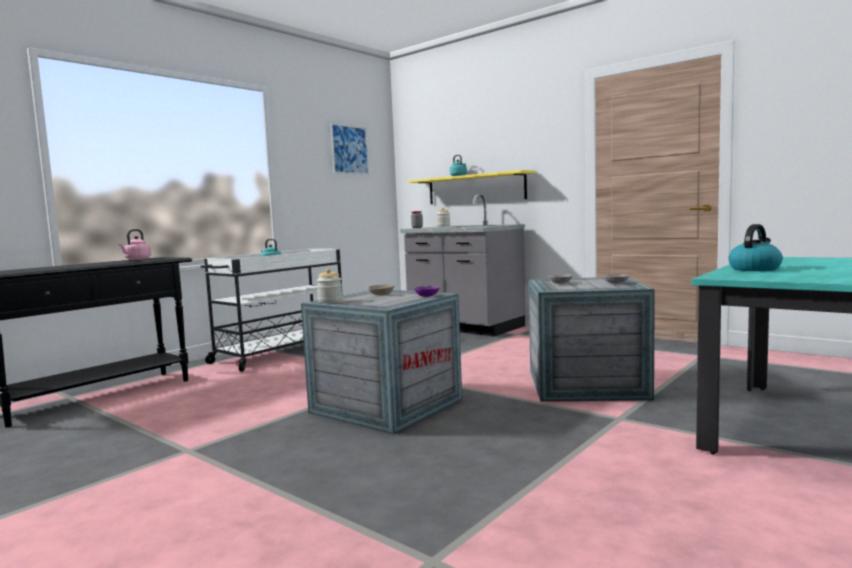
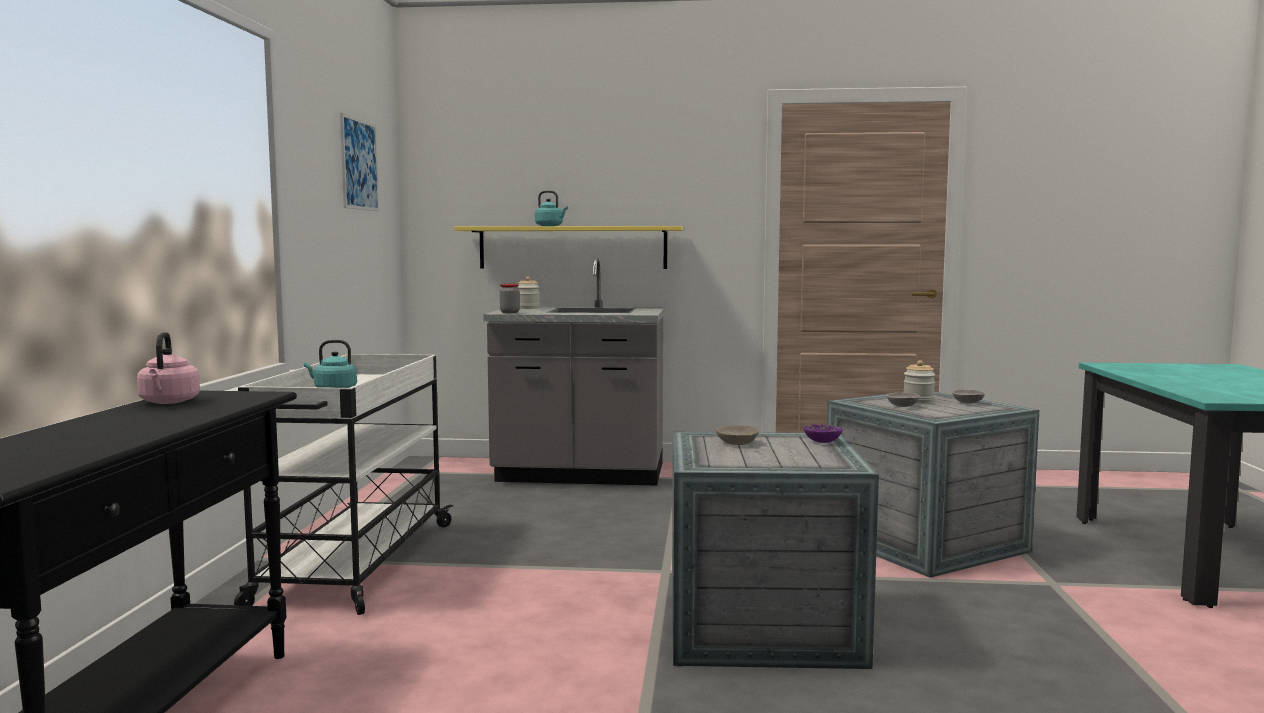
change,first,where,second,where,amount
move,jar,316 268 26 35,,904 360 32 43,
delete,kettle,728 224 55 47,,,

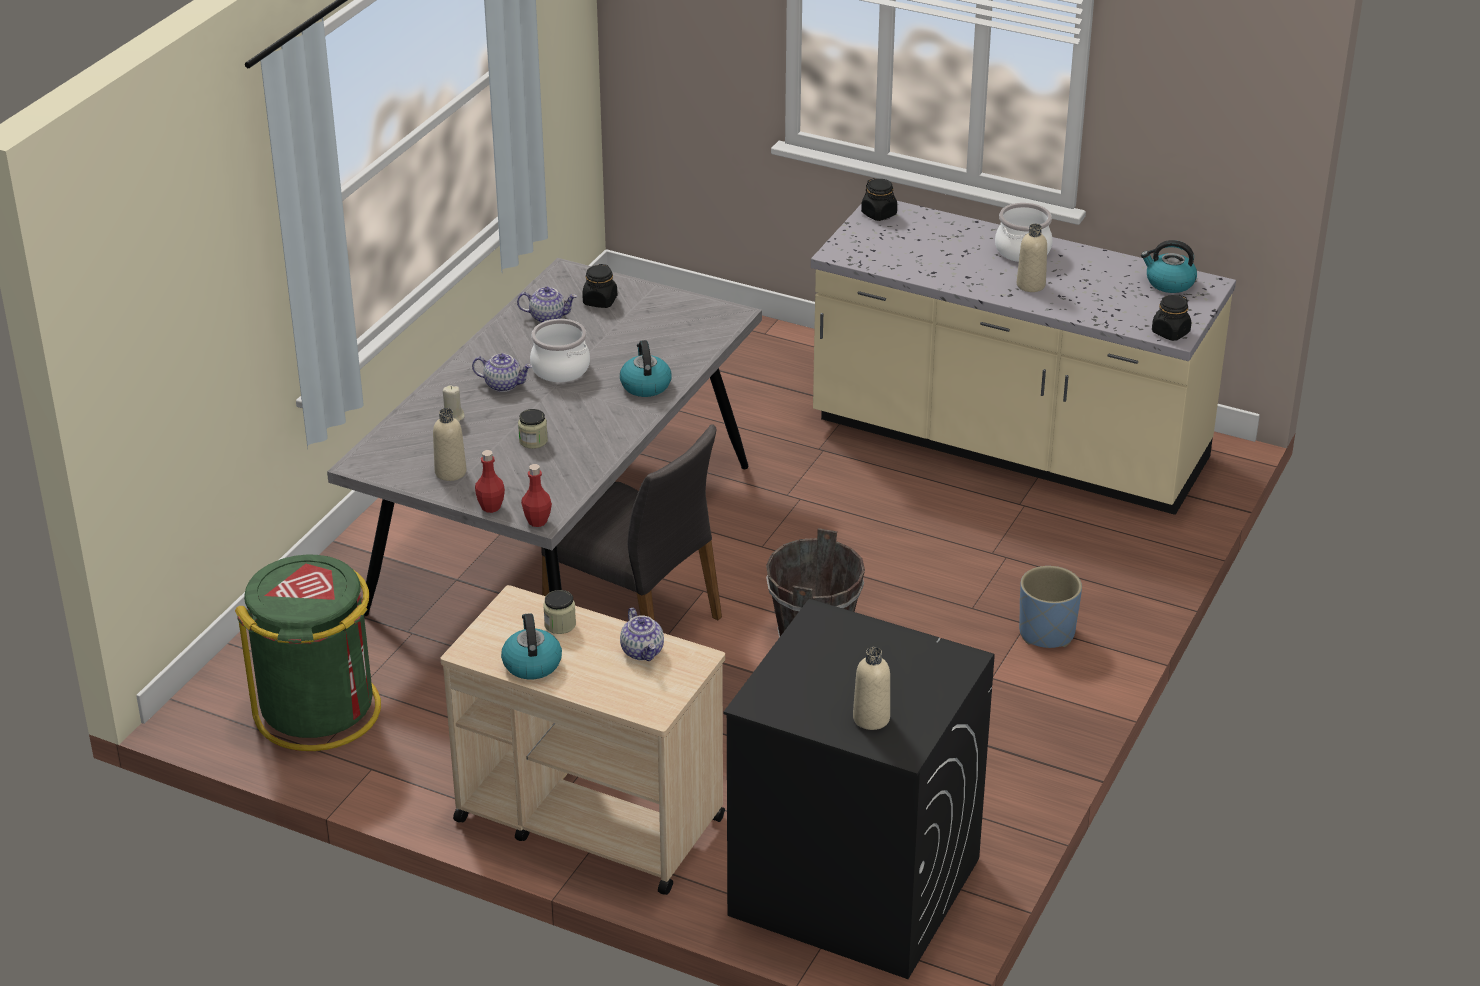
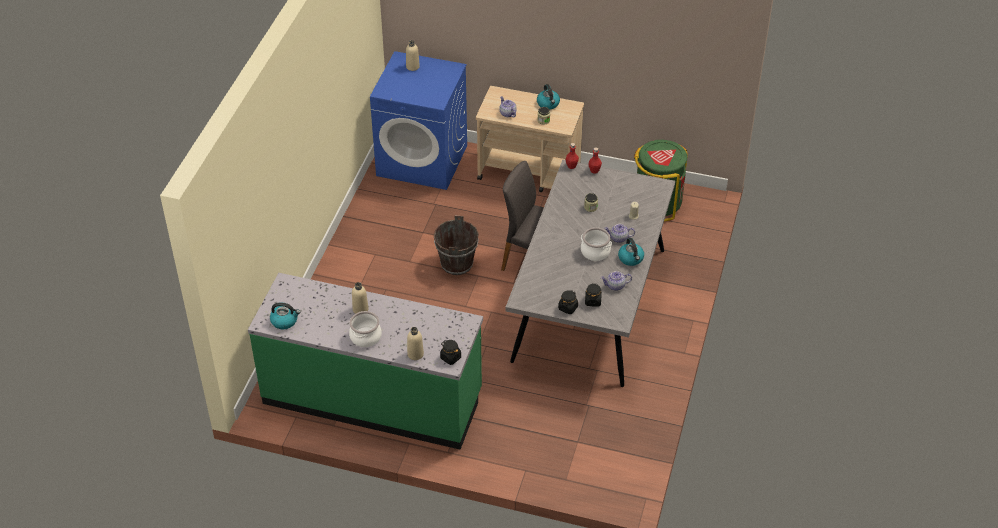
change,first,where,second,where,amount
move,bottle (beige),433 408 33 73,,407 327 17 33,
move,kettle,620 340 52 57,,618 238 26 28,
recolor,washing machine (black),724 599 271 380,washing machine (blue),370 51 97 139,
recolor,counter (beige),811 201 425 314,counter (green),248 273 235 177,
delete,planter (blue),1019 566 63 82,,,
move,jar (black),1152 295 40 46,,558 290 20 24,

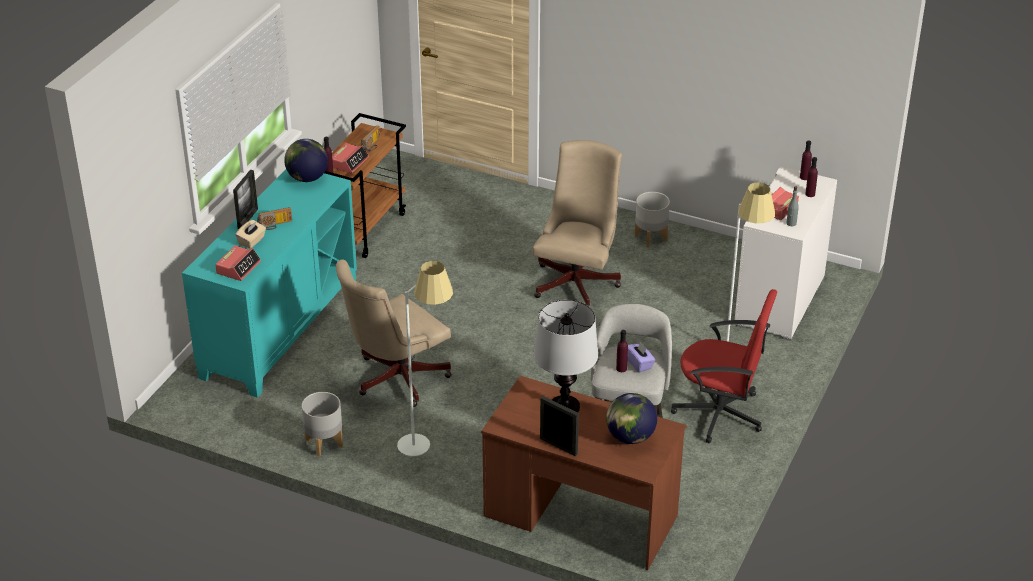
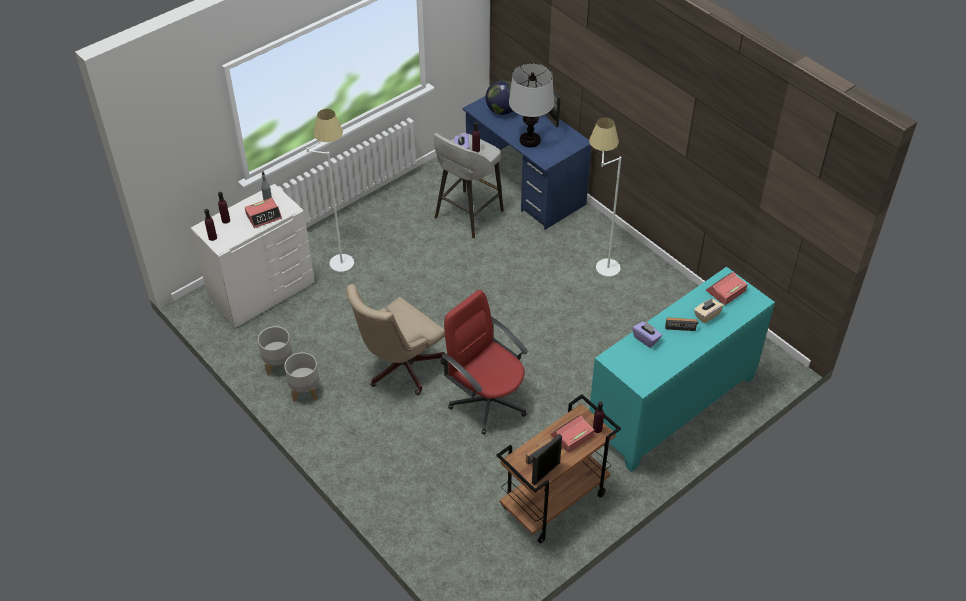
change,first,where,second,where,amount
move,picture frame,233 170 25 59,,532 434 30 52,
delete,globe,284 139 44 43,,,
move,planter (grey),302 392 41 65,,258 326 34 49,
delete,office chair (beige),336 259 116 148,,,
recolor,desk (brown),481 376 206 194,desk (blue),463 96 128 134,
move,office chair (red),671 289 106 154,,442 290 86 145,
insert,,,tissue box (purple),632 321 30 27,

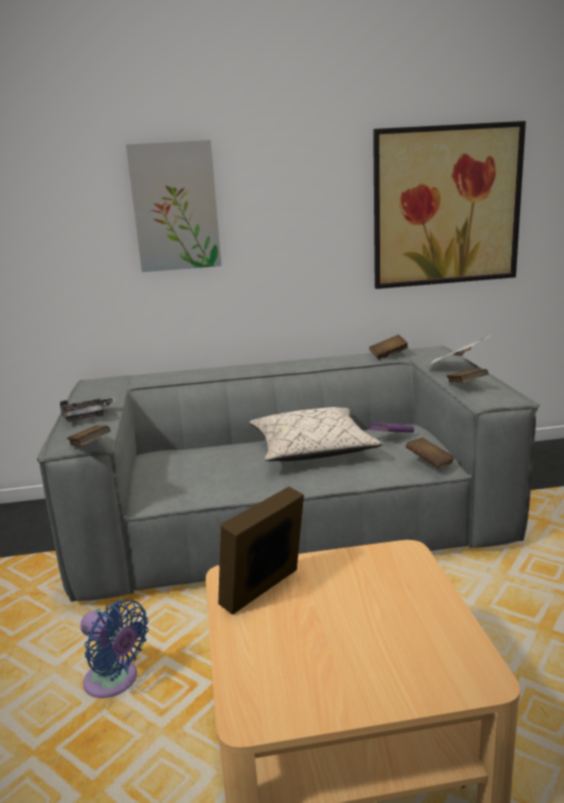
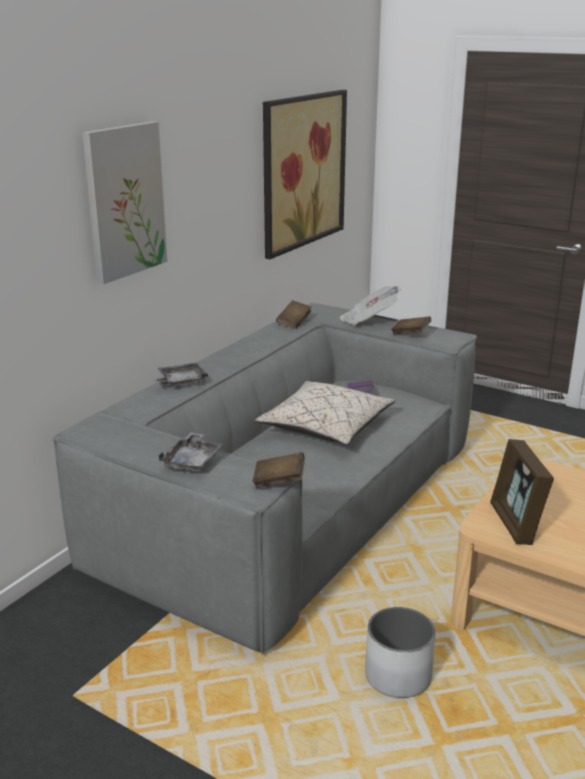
change,first,where,second,where,amount
replace,fan (blue),80 599 69 99,planter (white),365 607 70 91,
delete,book (brown),406 437 49 32,,,
insert,,,tray (grey),153 363 55 24,

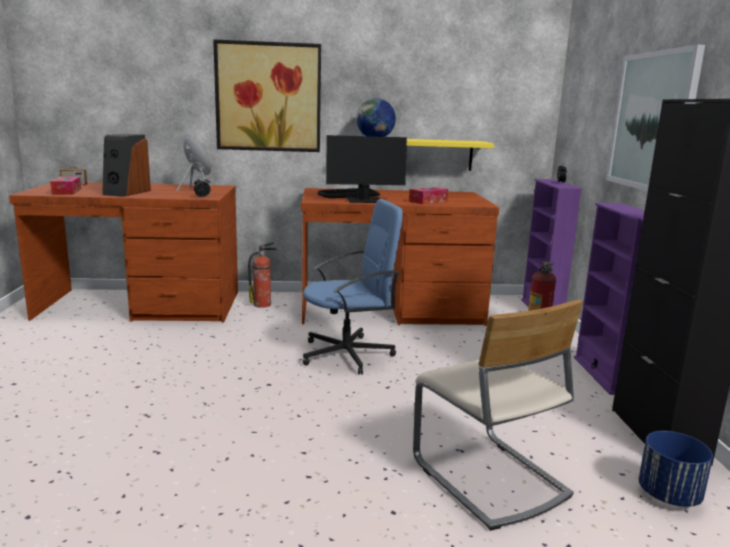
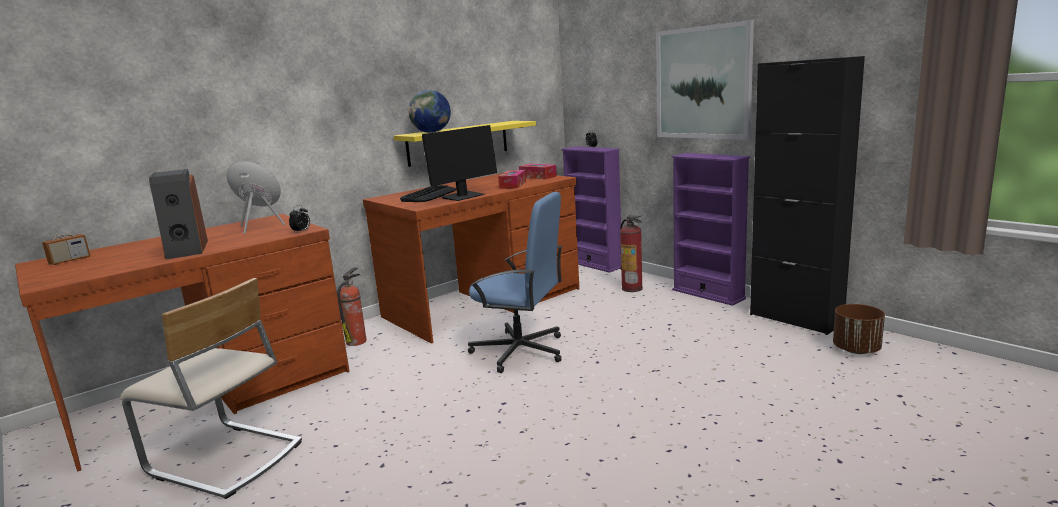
change,first,where,second,where,amount
move,tissue box,50 177 31 18,,519 164 38 15,
delete,picture,213 39 108 113,,,
rotate,office chair (blue),303 199 100 176,,468 192 95 181,75 degrees clockwise
move,chair (beige),413 299 170 232,,120 278 182 221,
recolor,planter (blue),639 431 74 76,planter (brown),833 304 52 50,

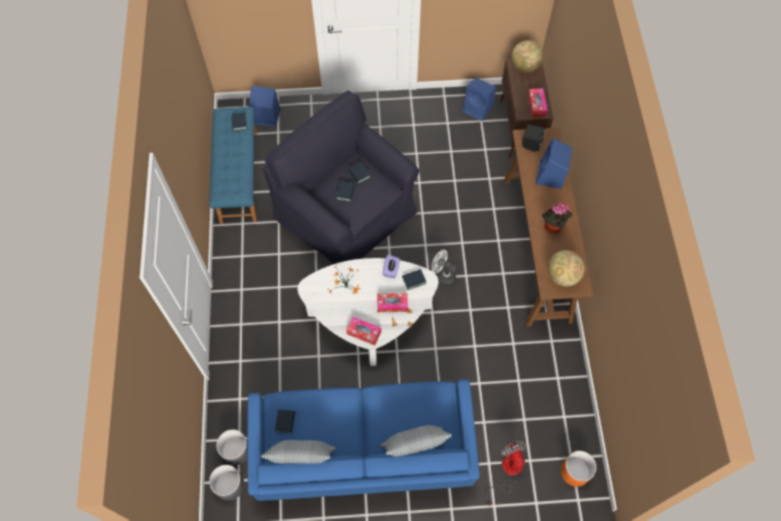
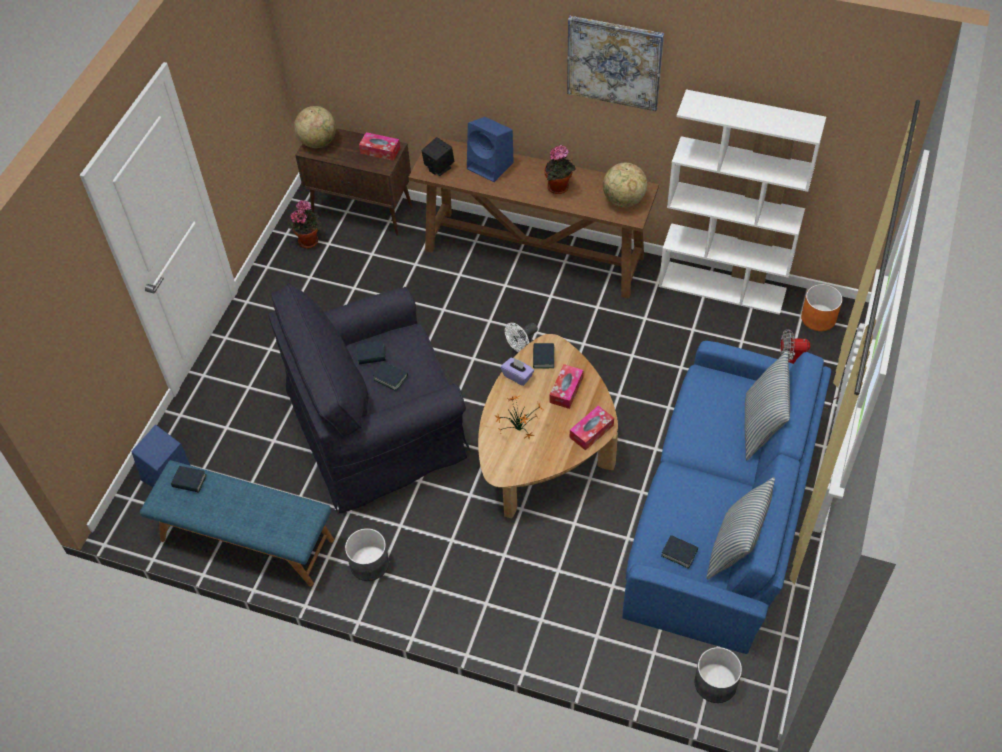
change,first,where,second,where,amount
move,planter (grey),216 429 32 36,,345 528 44 53,
recolor,coffee table (white),298 258 140 108,coffee table (brown),478 334 140 184,
replace,speaker (blue),462 78 34 44,potted plant,287 200 35 49,
insert,,,picture,567 16 97 95,
insert,,,bookcase (white),659 90 167 225,

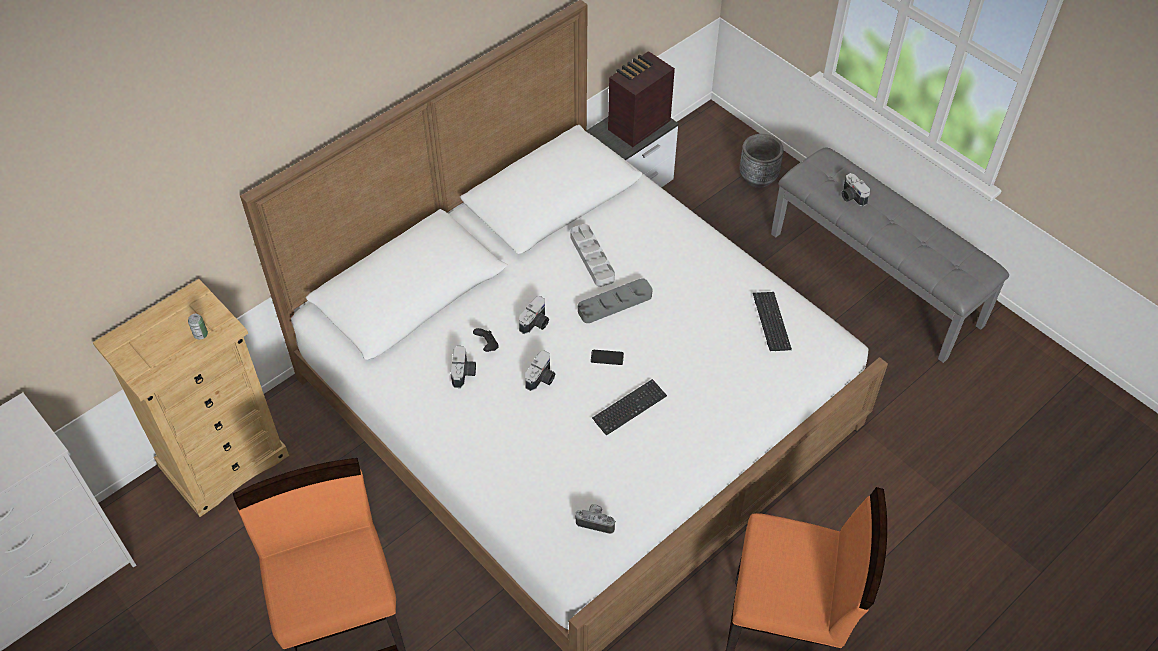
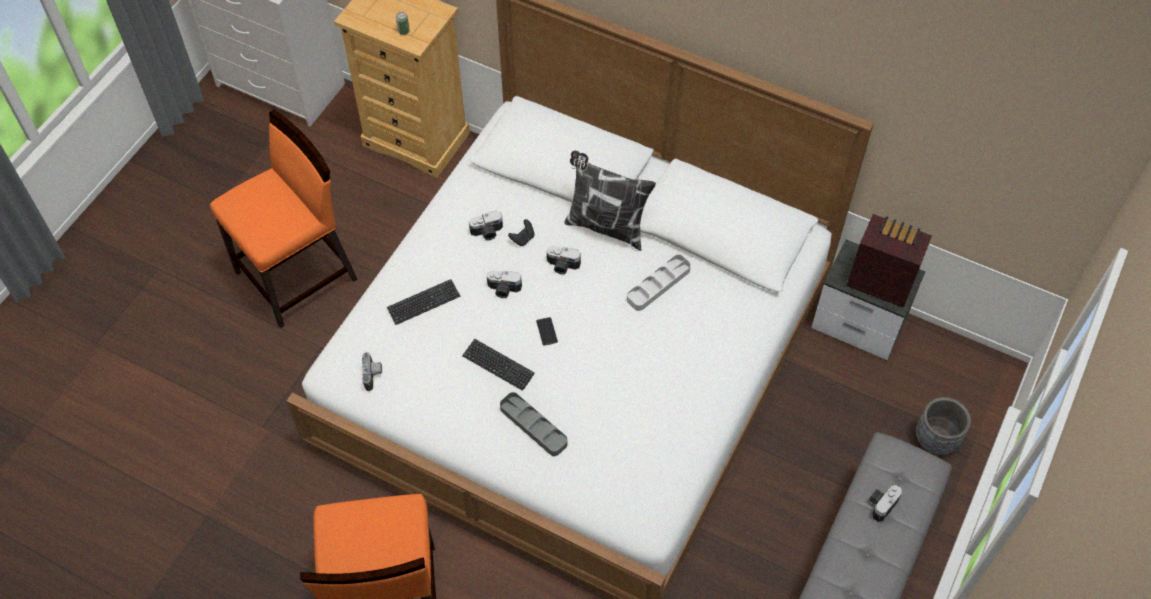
change,first,where,second,where,amount
move,tray (grey),578 278 74 45,,500 392 68 64,
move,keyboard,753 292 39 59,,387 279 73 46,
insert,,,pillow,564 151 92 100,

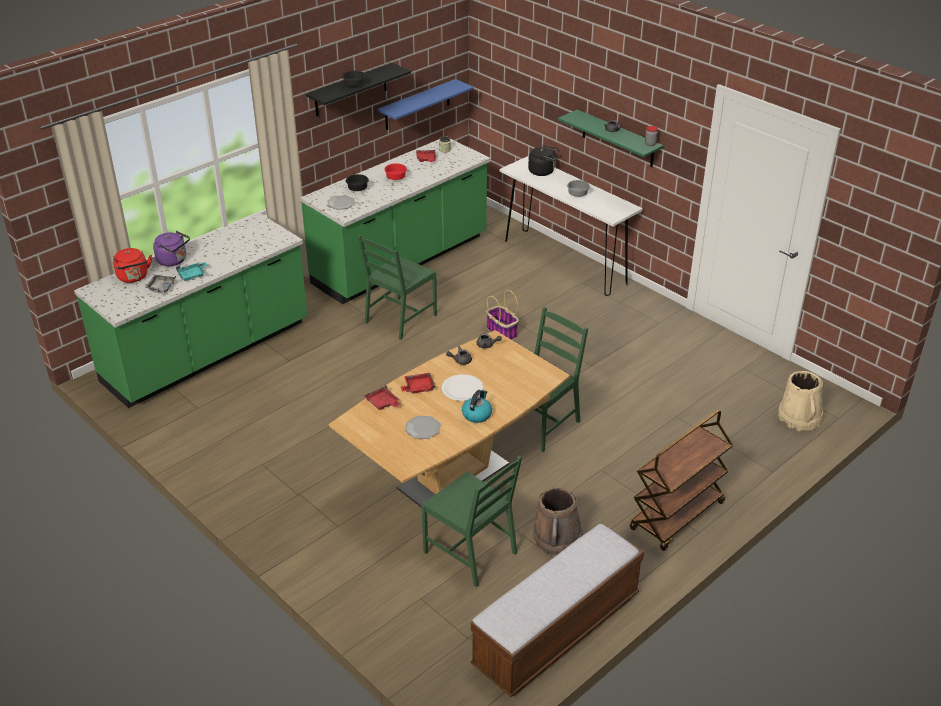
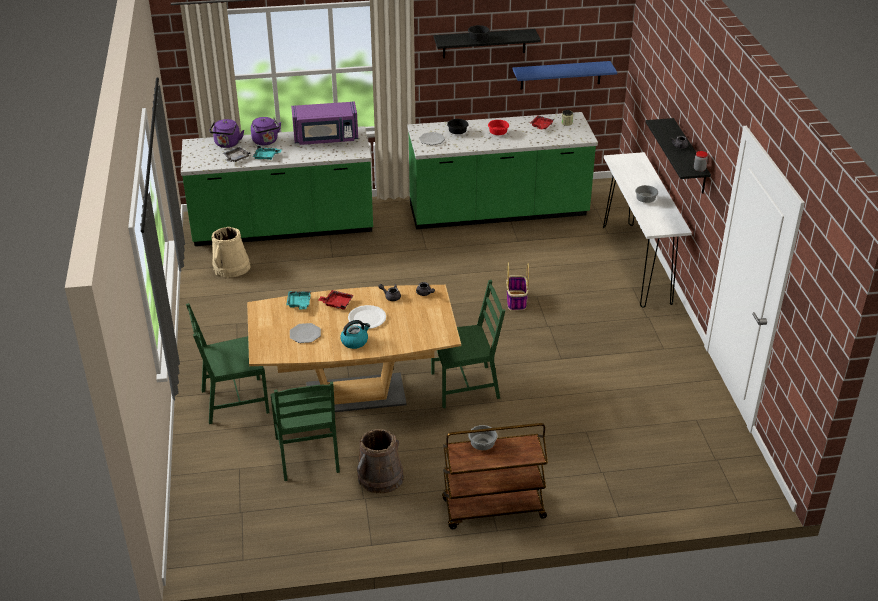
change,first,where,second,where,amount
recolor,kettle (red),113 248 39 35,kettle (purple),209 119 35 29,
move,chair (green),358 235 79 105,,186 303 83 121,
recolor,tray (red),363 385 38 25,tray (turquoise),286 290 25 19,
delete,bench,471 523 173 174,,,
delete,kettle (black),528 145 30 31,,,
recolor,shelf (green),558 109 105 58,shelf (black),646 118 65 76,
move,bucket (beige),778 371 45 60,,211 227 40 51,
insert,,,microwave (purple),291 101 67 44,
insert,,,bowl (grey),468 425 29 25,

